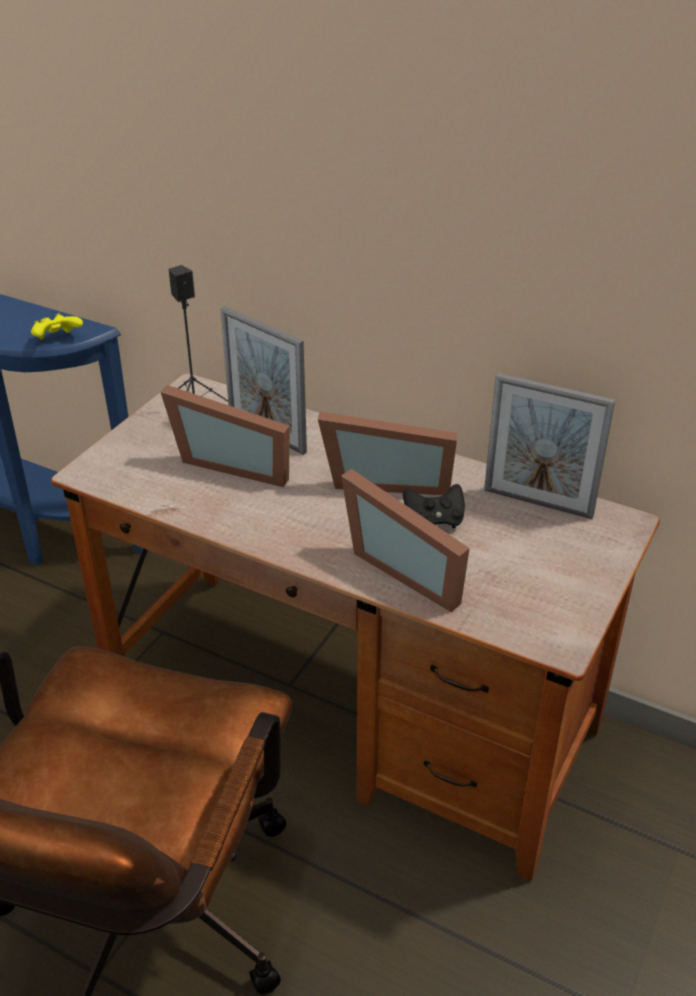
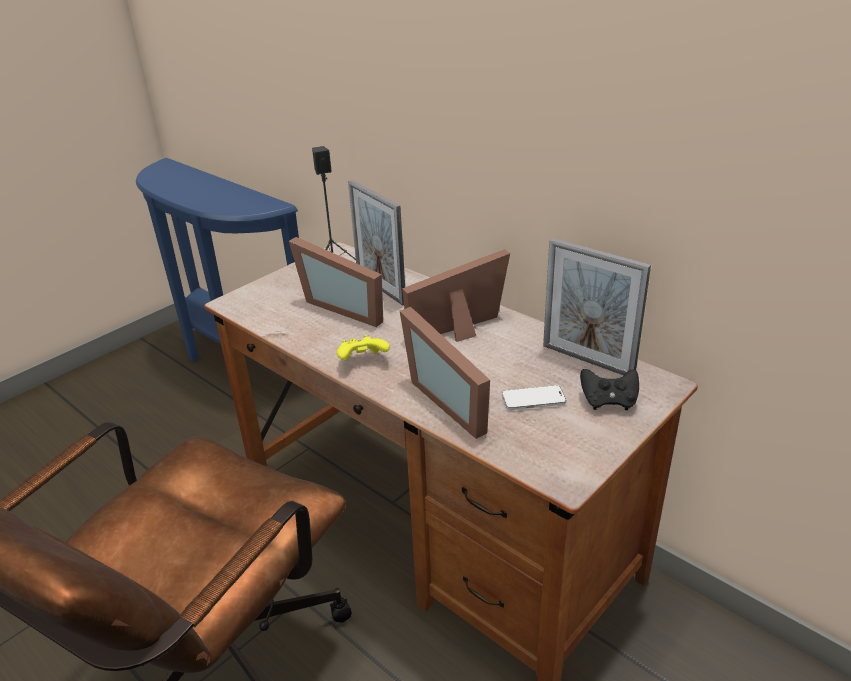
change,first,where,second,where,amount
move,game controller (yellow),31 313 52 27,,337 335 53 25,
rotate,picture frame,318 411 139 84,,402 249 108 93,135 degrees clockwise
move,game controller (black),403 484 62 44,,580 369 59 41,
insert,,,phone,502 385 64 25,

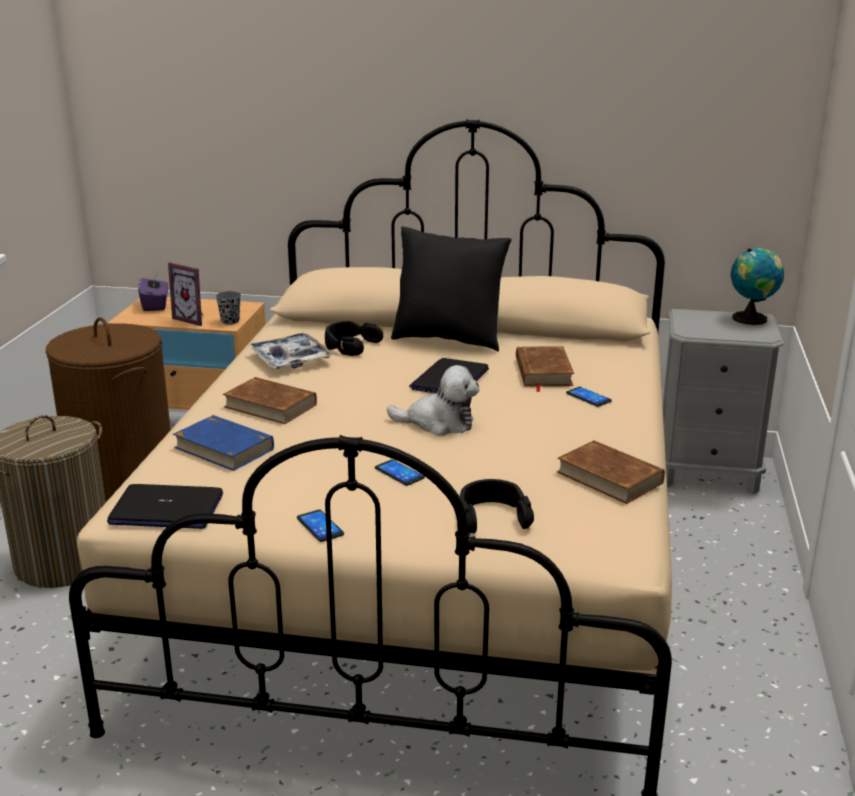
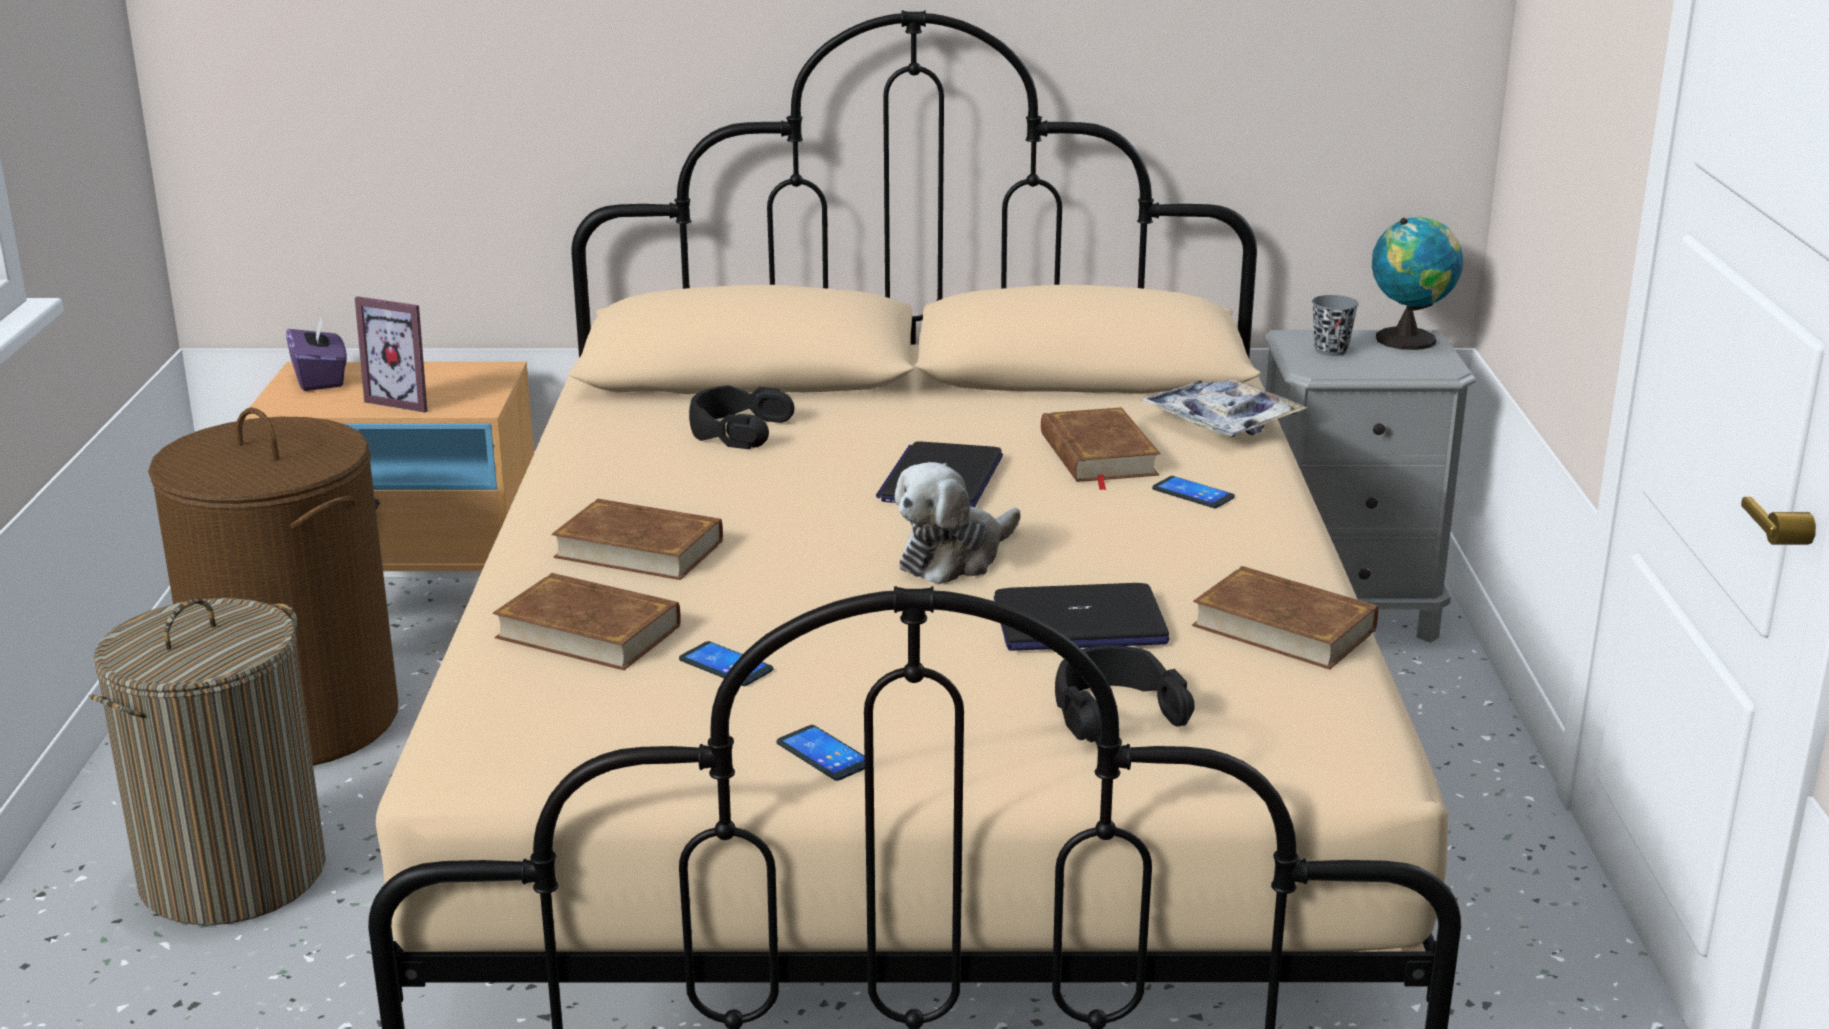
change,first,where,second,where,amount
move,laptop,107 484 116 45,,994 583 176 68,
recolor,book (blue),173 415 101 56,book (brown),492 573 189 97,
move,cup (grey),216 291 25 34,,1312 295 47 61,
move,tray,248 333 86 36,,1140 378 168 59,
move,phone,375 459 50 27,,679 641 94 45,
rotate,plush toy,387 365 92 71,,895 462 126 123,135 degrees clockwise
delete,pillow (black),391 227 121 125,,,

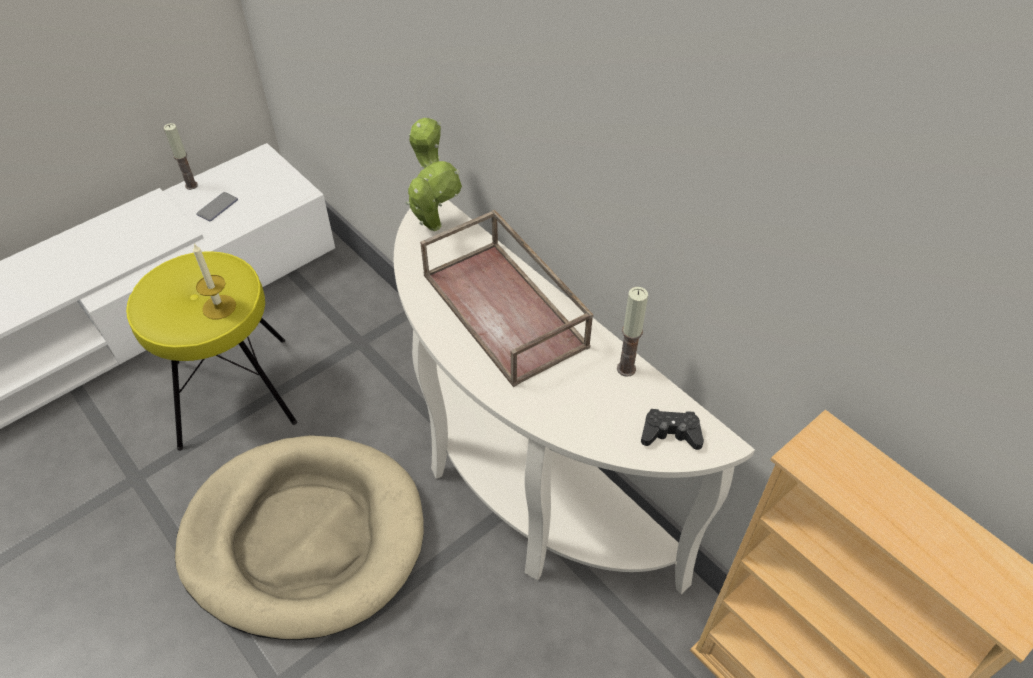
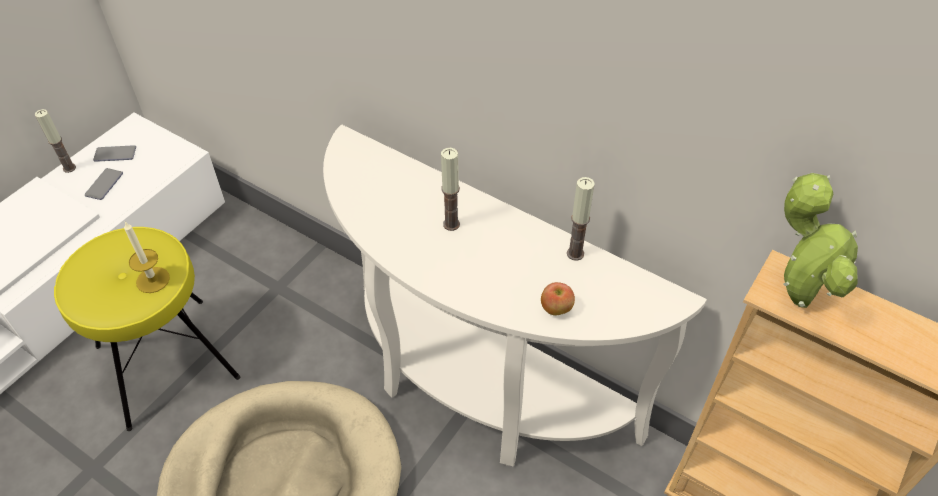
change,first,where,second,where,amount
move,potted plant,406 118 56 113,,783 173 75 135,
replace,tray (brown),420 210 173 177,candle,441 148 19 83,
delete,game controller (black),641 409 63 41,,,
insert,,,phone,93 145 43 17,
insert,,,apple,541 282 34 34,

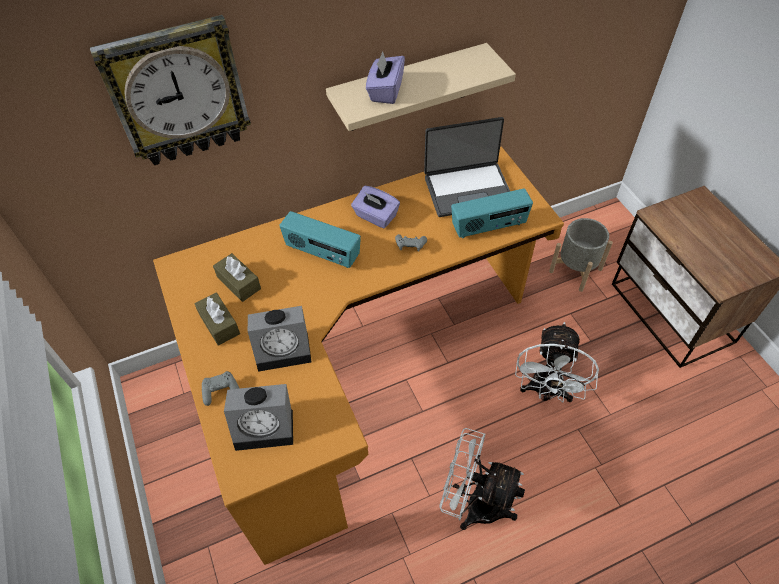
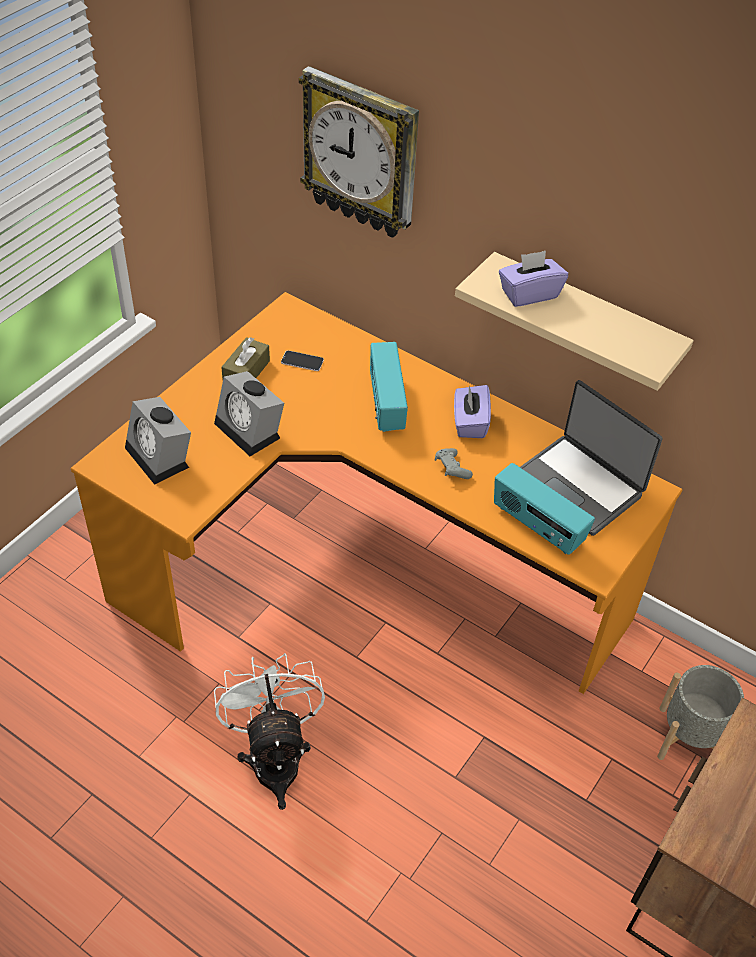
change,first,where,second,where,amount
delete,game controller (grey),202 371 38 35,,,
replace,tissue box (brown),213 253 48 49,phone,281 350 43 21,
delete,fan (white),515 322 84 81,,,

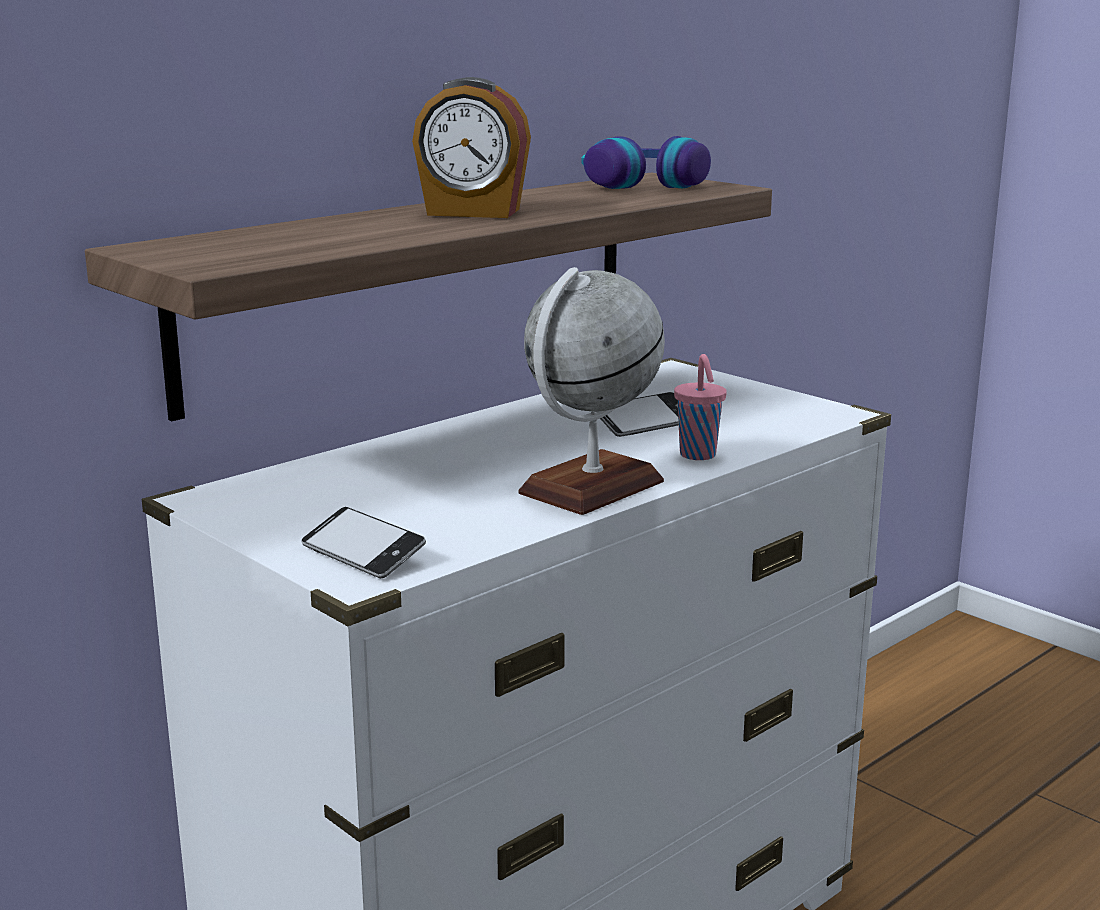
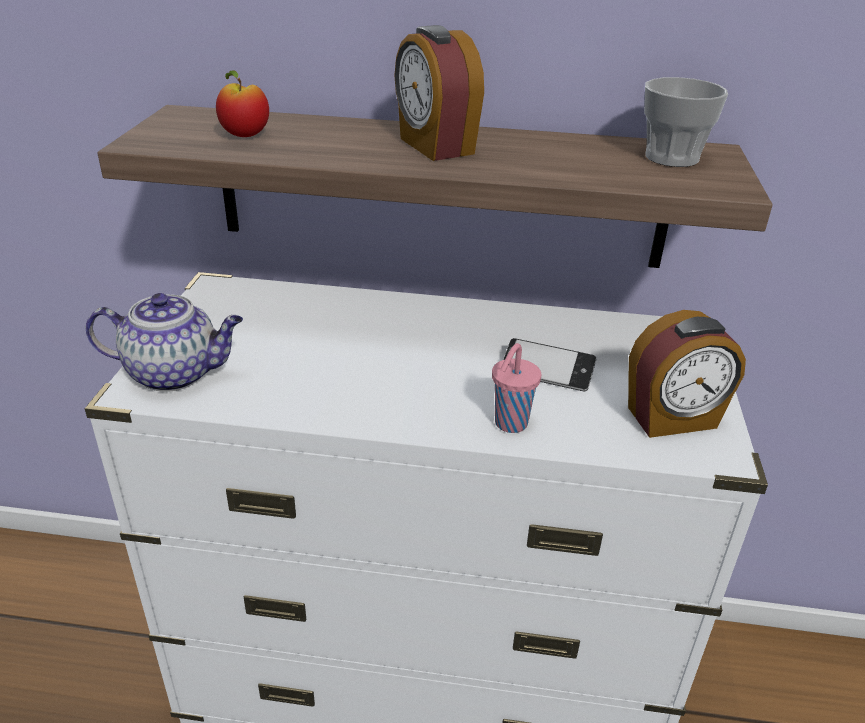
change,first,where,second,where,amount
replace,phone,302 507 124 71,teapot,85 293 158 99,
delete,globe,518 267 147 248,,,
replace,headphones,581 136 130 53,cup,644 77 84 90,
insert,,,apple,216 70 53 67,
insert,,,alarm clock,628 310 118 128,

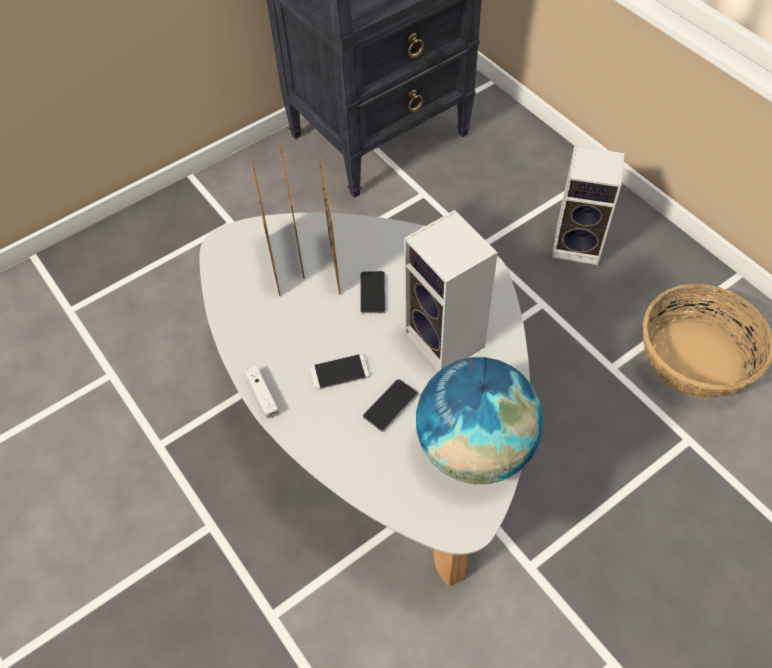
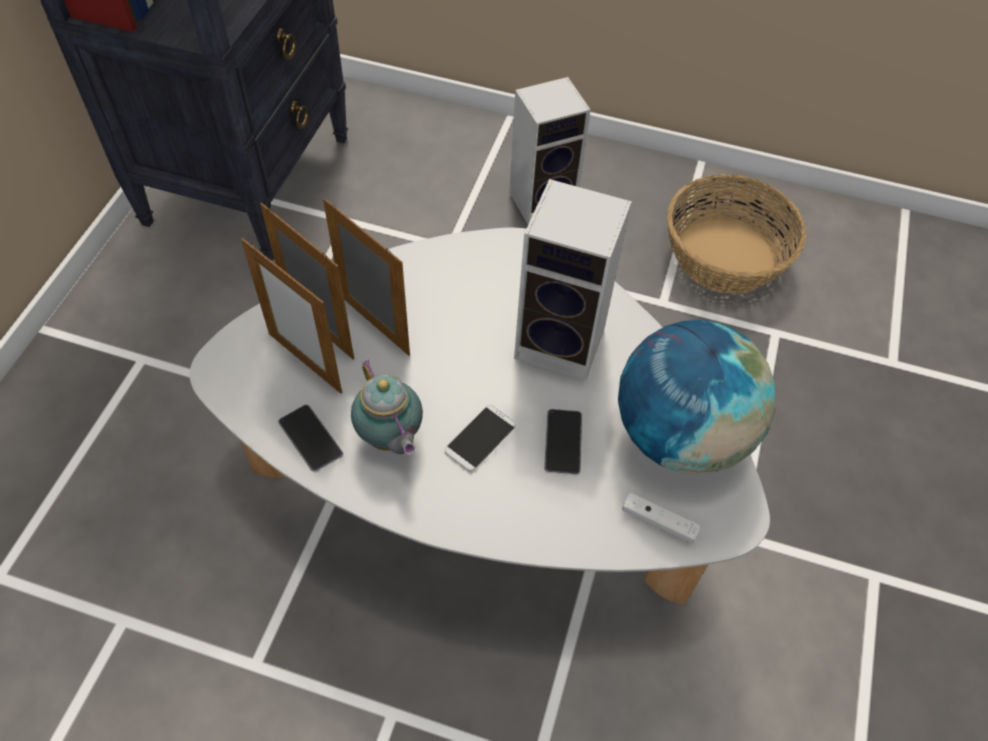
change,first,where,second,where,amount
move,game controller (white),245 366 34 52,,622 492 79 52,
move,phone,360 271 26 43,,278 405 65 67,
insert,,,teapot,351 360 72 95,

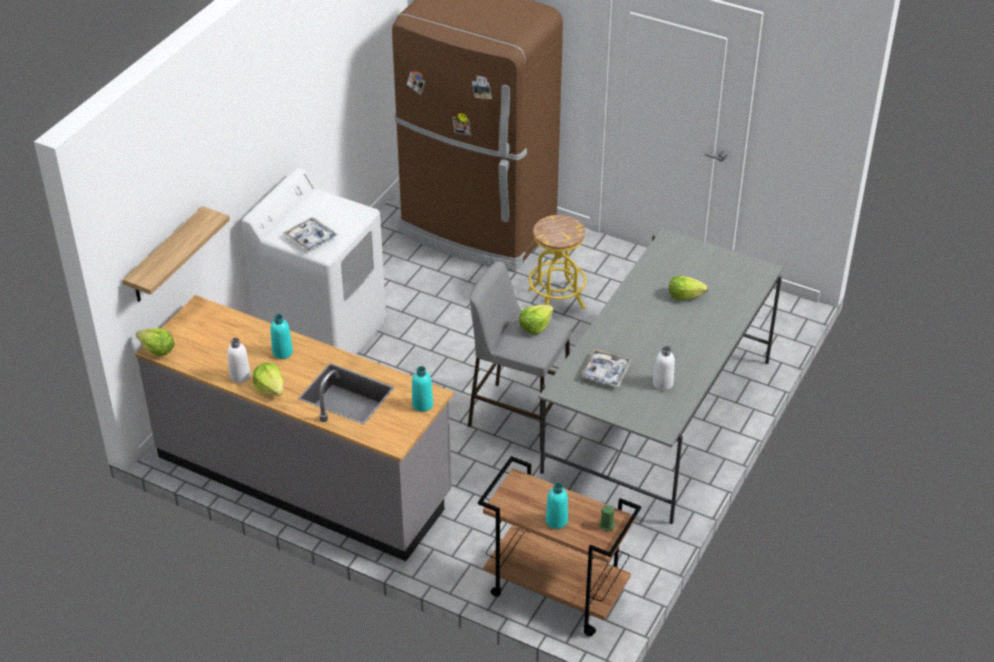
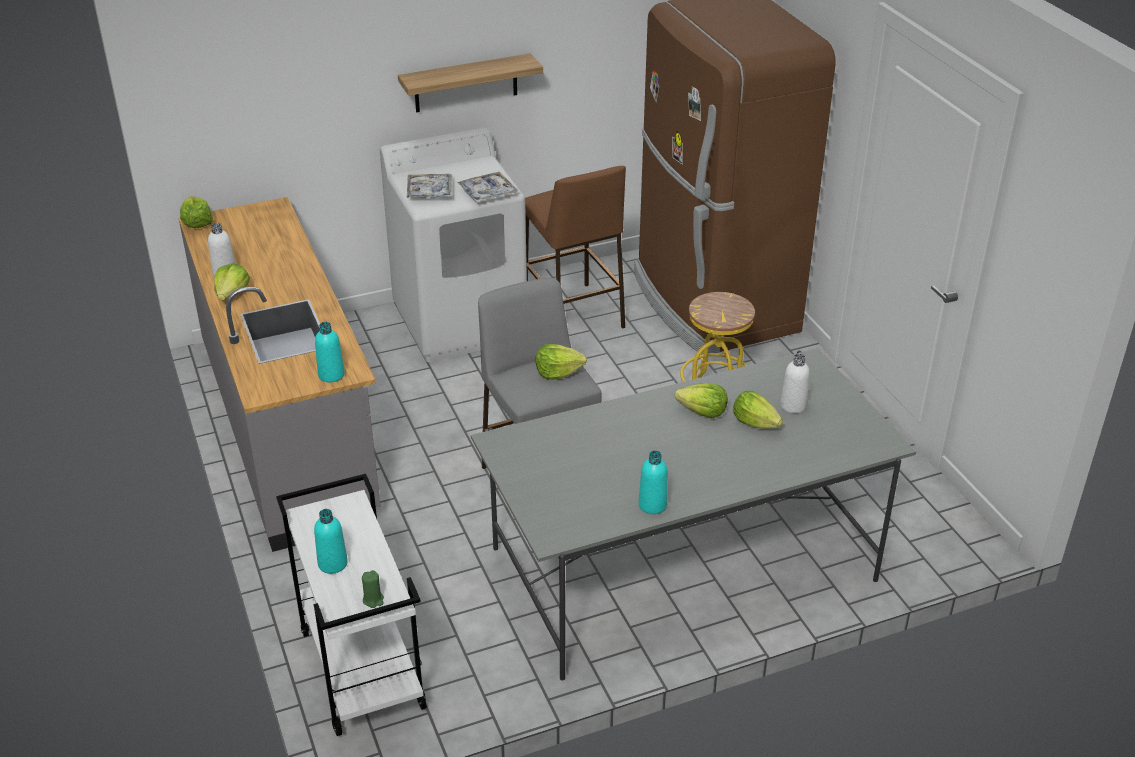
change,first,where,second,where,amount
move,shelf,122 206 108 96,,398 53 145 60,
move,bottle (turquoise),270 314 23 45,,638 451 30 63,
recolor,cart (brown),478 456 163 180,cart (white),276 474 151 262,
move,tray,579 349 53 38,,457 172 61 30,
move,bottle (white),653 346 22 45,,780 354 30 60,
insert,,,stool (brown),525 166 101 163,
insert,,,lettuce,675 383 53 35,

